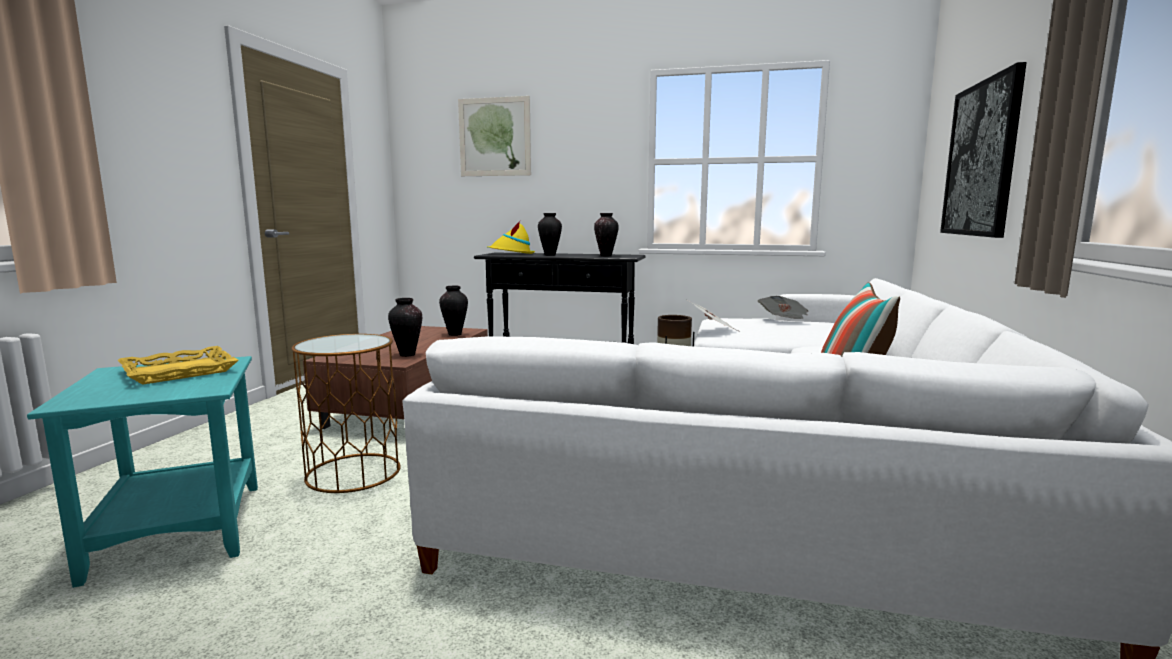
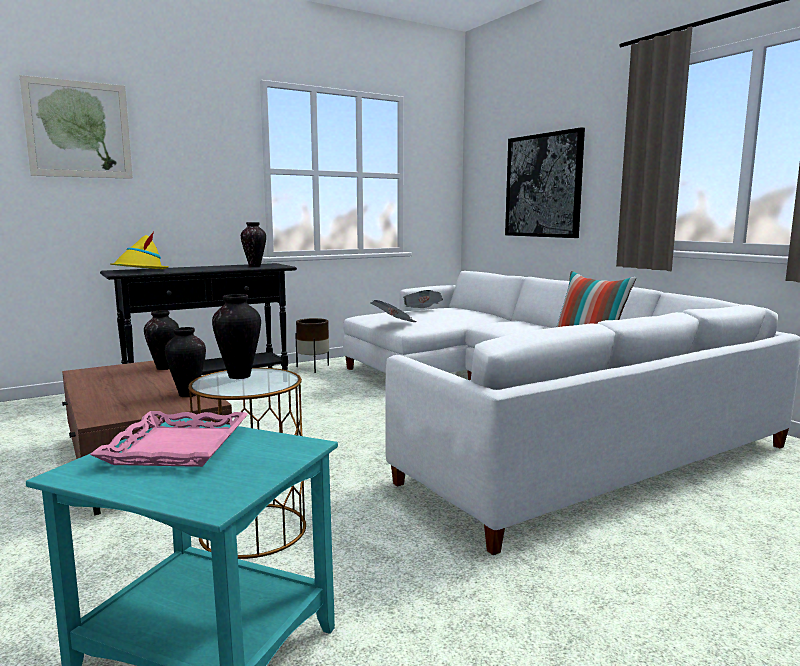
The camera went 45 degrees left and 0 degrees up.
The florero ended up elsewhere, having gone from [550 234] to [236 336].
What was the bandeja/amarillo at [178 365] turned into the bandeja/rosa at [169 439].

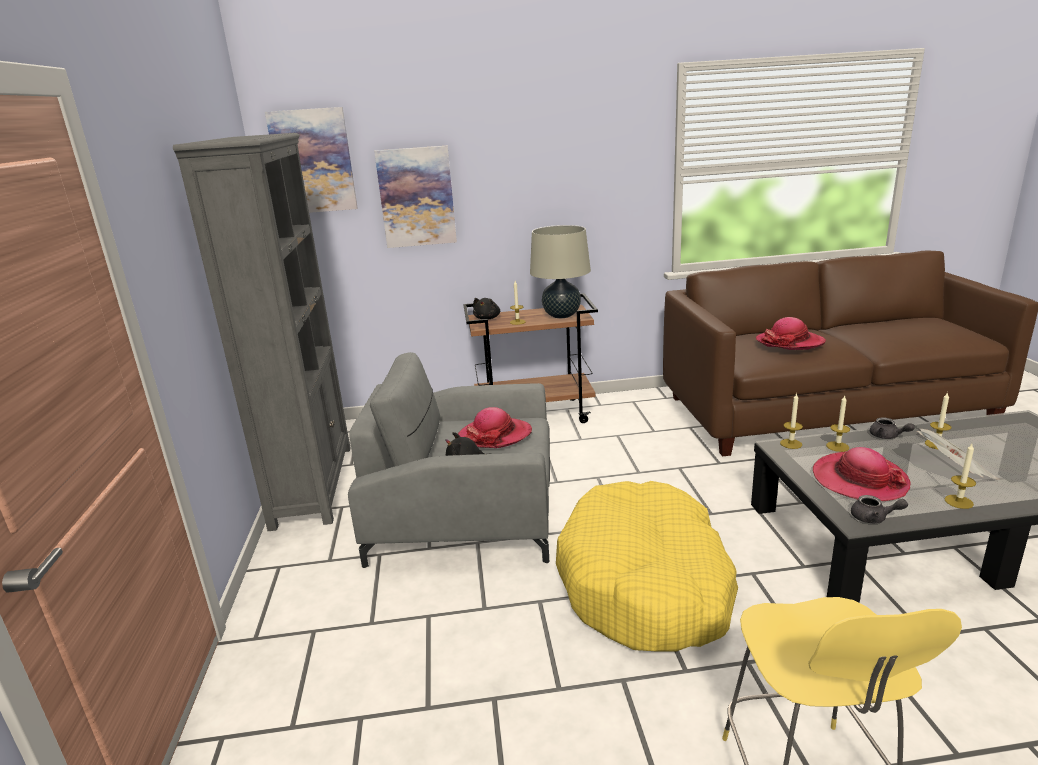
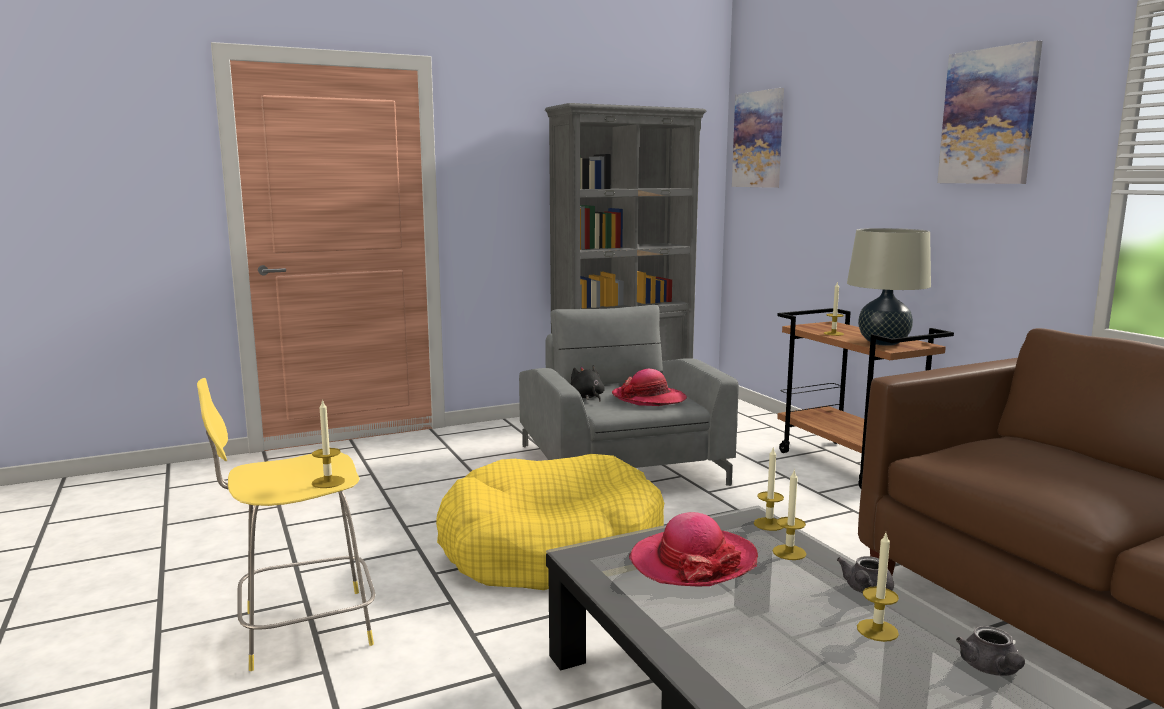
The camera went 70 degrees right and 10 degrees down.
The second view lost the peluche/negro at [486 309].
The second view lost the sombrero at [791 333].
The second view lost the periódico at [958 454].
The cuadro ended up elsewhere, having gone from [415 197] to [989 112].
The tetera/gris ended up elsewhere, having gone from [879 509] to [990 651].
The vela ended up elsewhere, having gone from [960 476] to [328 443].

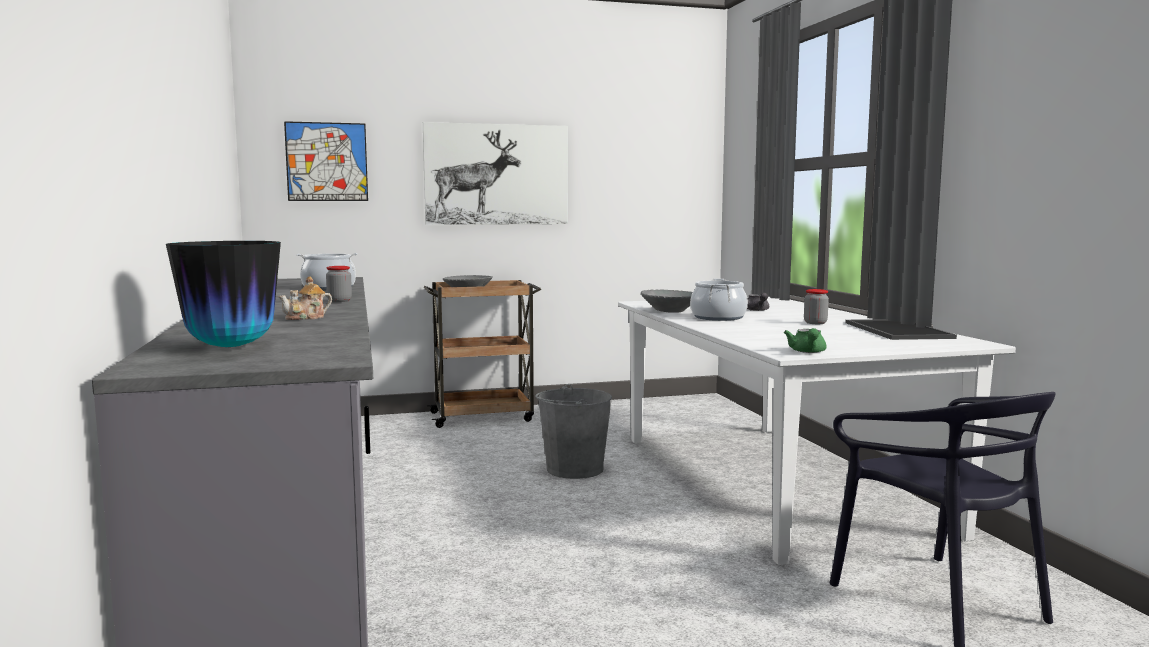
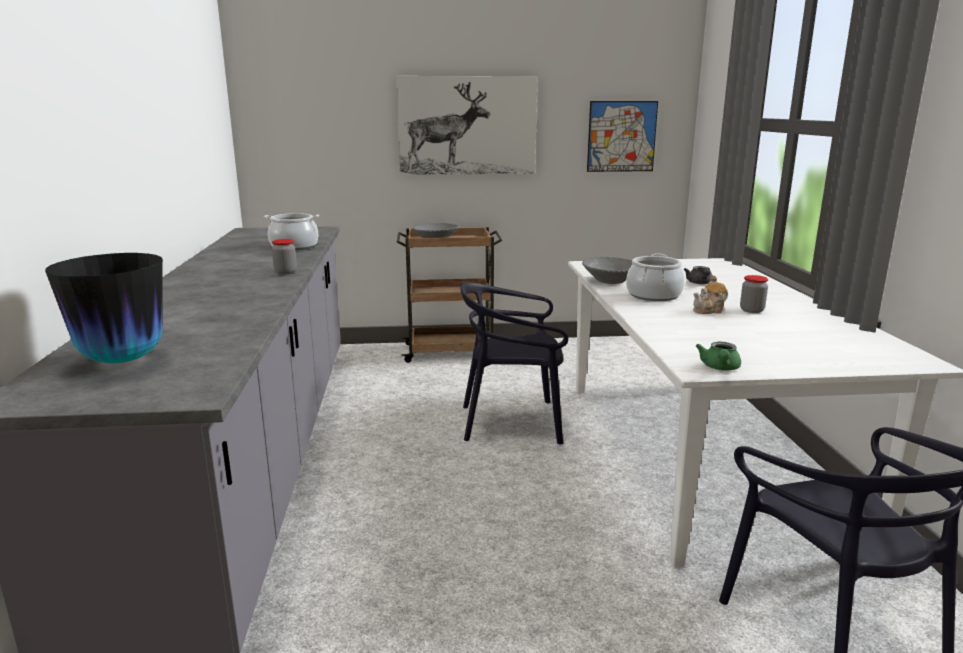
The camera went 10 degrees right and 10 degrees up.
The second view lost the bandeja at [901 329].
The tetera ended up elsewhere, having gone from [305 298] to [710 295].
The cuadro ended up elsewhere, having gone from [326 161] to [622 136].
Where the cubo/gris stood at [574 431], the silla/negro came to stand at [514 363].

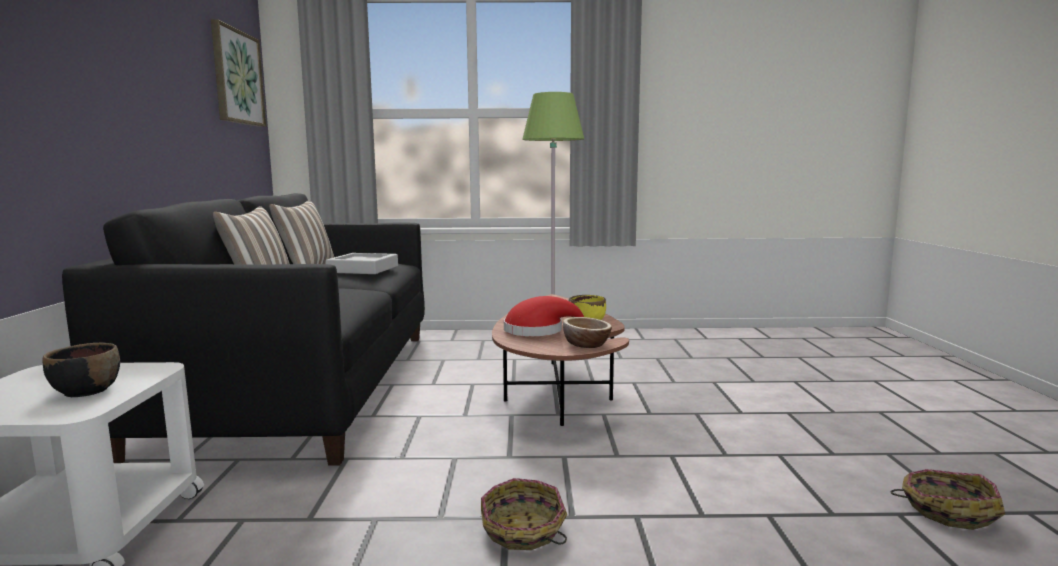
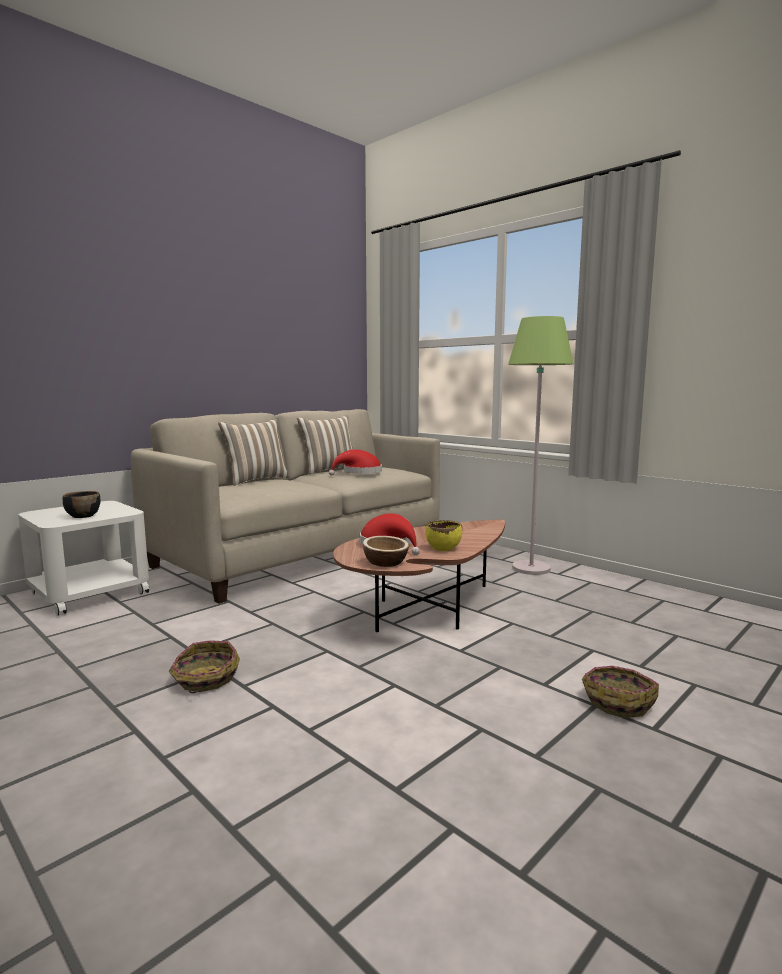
The camera went 45 degrees right and 0 degrees up.
The second view lost the cuadro at [238 73].
The cesta ended up elsewhere, having gone from [948 499] to [620 692].
Where the bandeja/gris stood at [362 263], the sombrero/rojo came to stand at [355 463].
What was the sofá/negro at [243 329] turned into the sofá/beis at [285 506].

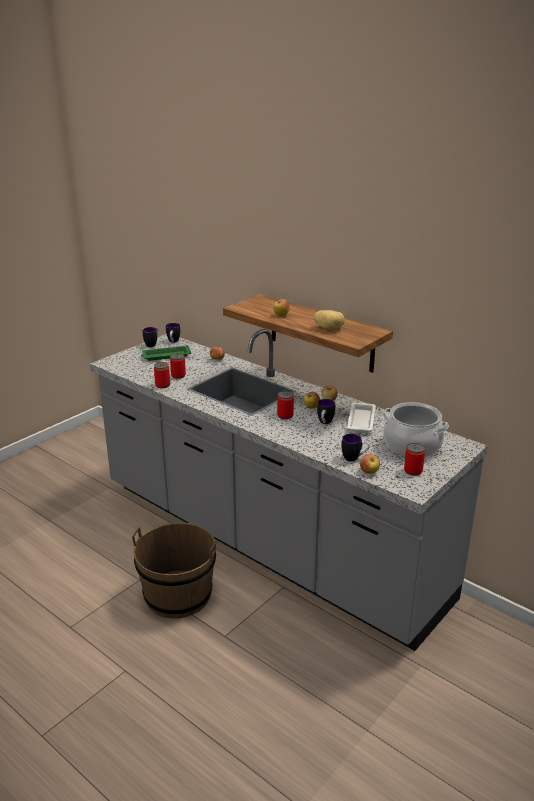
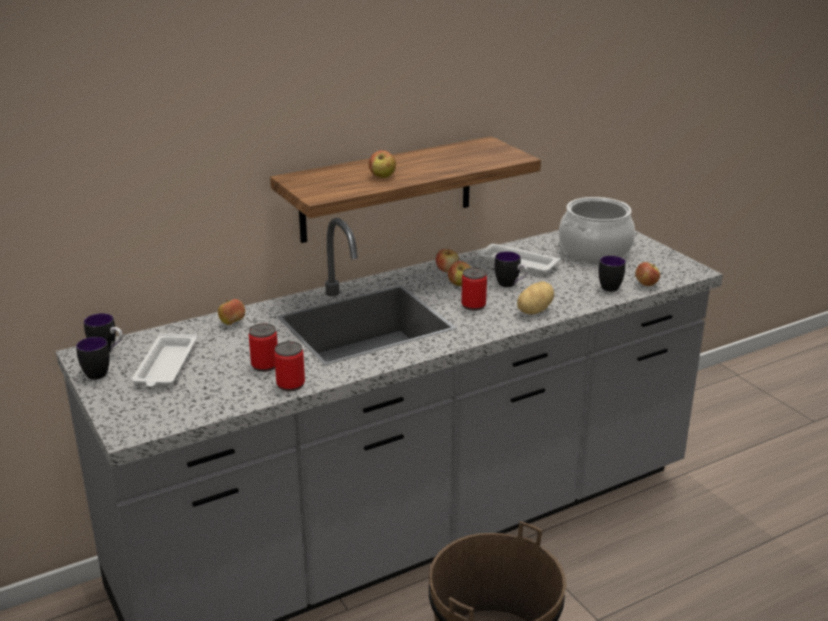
The camera went 70 degrees left and 0 degrees up.
The second view lost the lata at [414 459].
The patata ended up elsewhere, having gone from [329 320] to [535 297].
What was the bandeja/verde at [166 353] turned into the bandeja/blanco at [164 360].

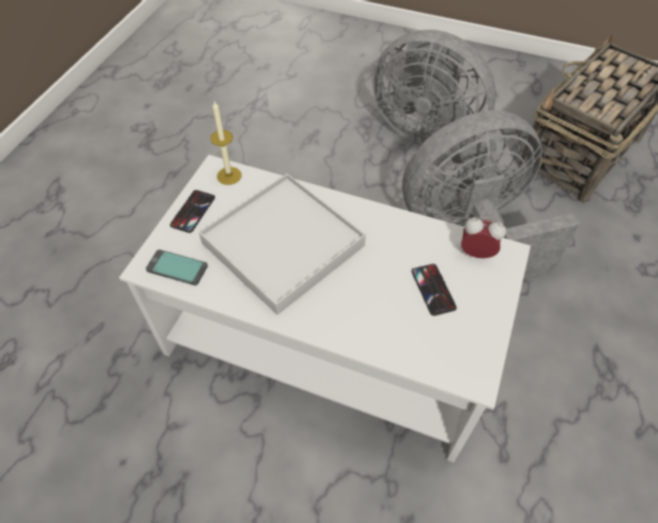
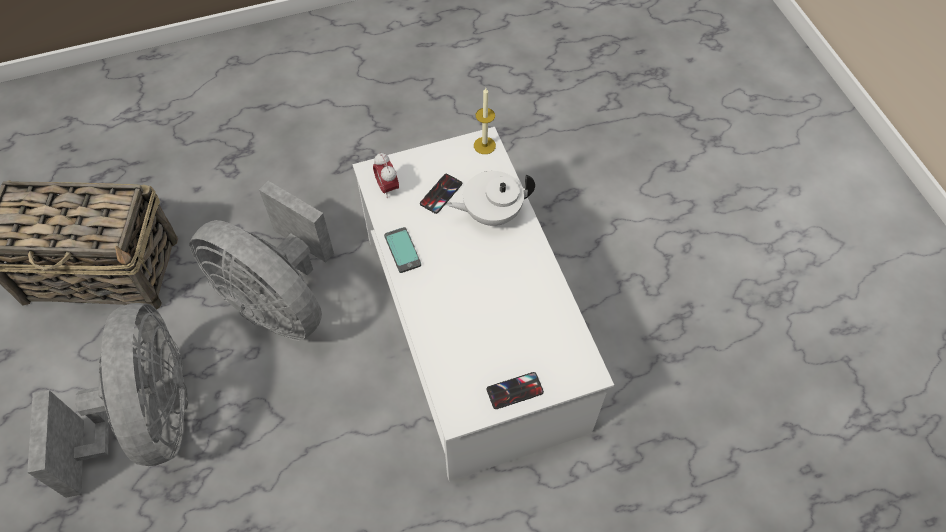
The camera went 130 degrees left and 5 degrees up.
The second view lost the bandeja/blanco at [282 244].
The second view gained the tetera/blanco at [491 198].
The móvil ended up elsewhere, having gone from [177 267] to [402 250].
The vela ended up elsewhere, having gone from [225 143] to [485 121].

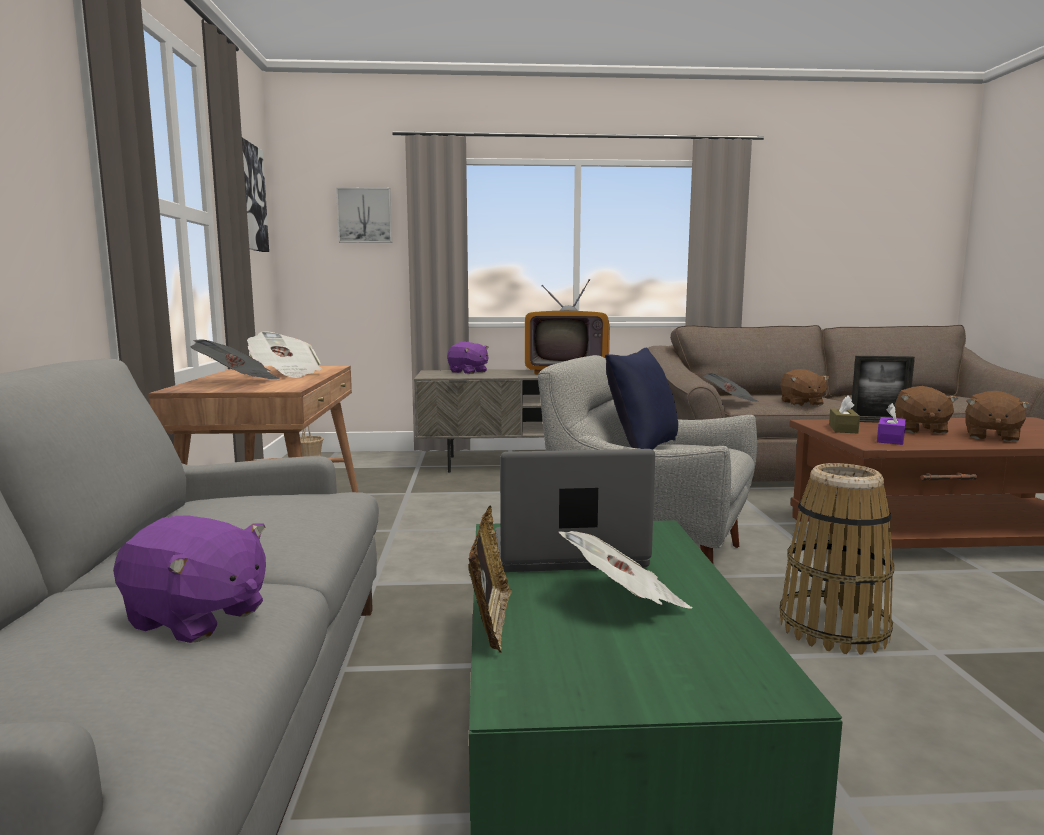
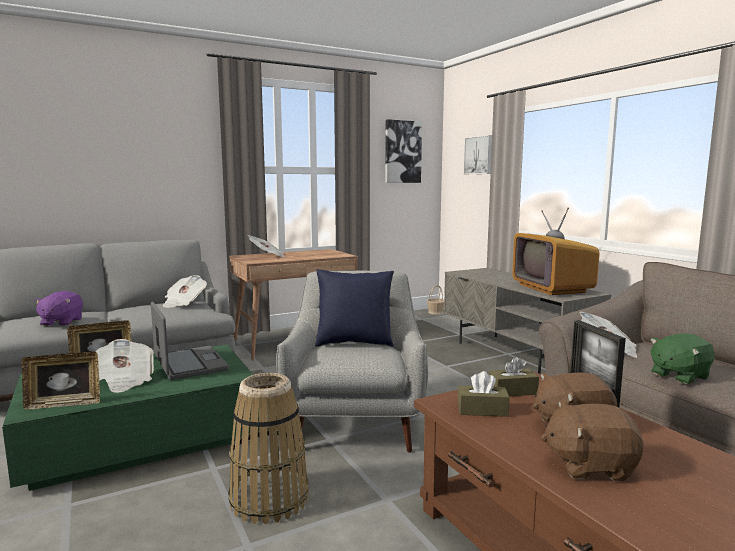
The camera went 65 degrees right and 0 degrees up.
The second view lost the peluche/morado at [468 358].
The second view gained the portarretratos at [60 380].
The periódico ended up elsewhere, having gone from [284 354] to [185 291].
What was the peluche/marrón at [804 387] turned into the peluche/verde at [682 358].
What was the caja de pañuelos/morado at [891 424] turned into the caja de pañuelos/marrón at [484 394].

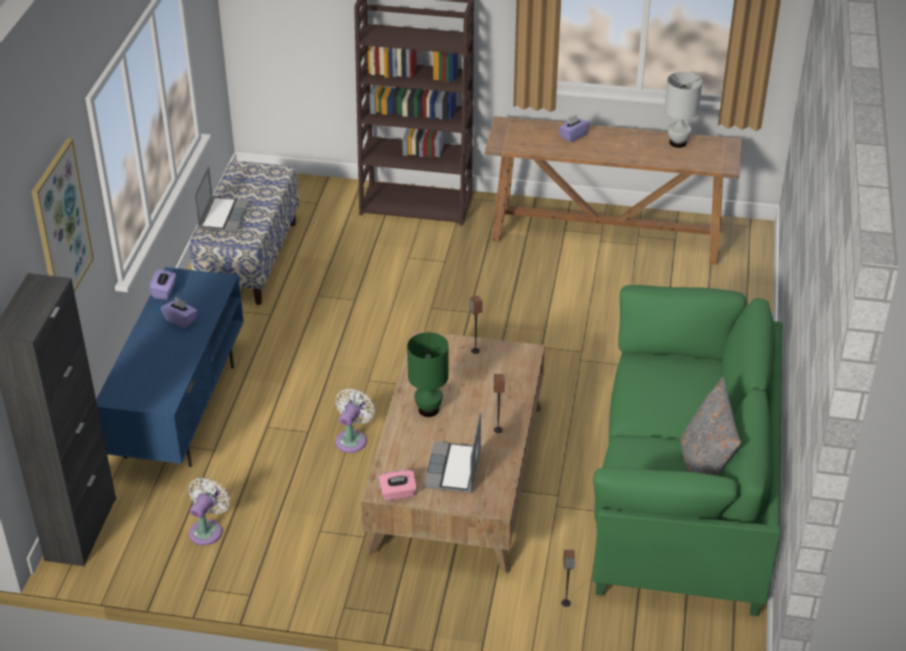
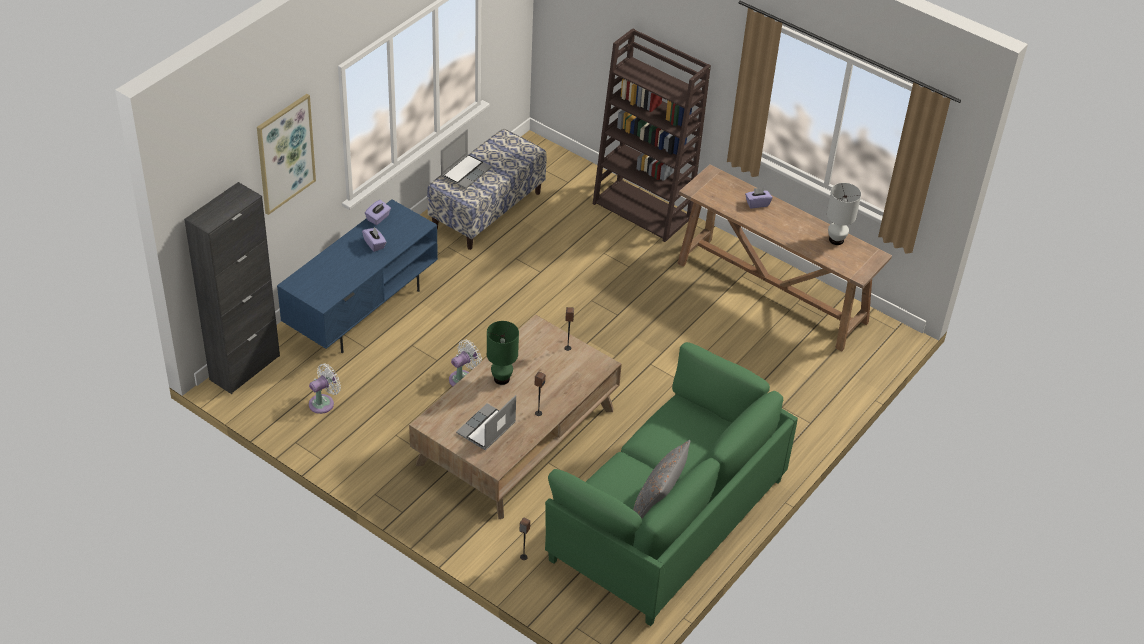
The camera went 25 degrees right and 5 degrees up.
The second view lost the caja de pañuelos/rosa at [397 485].

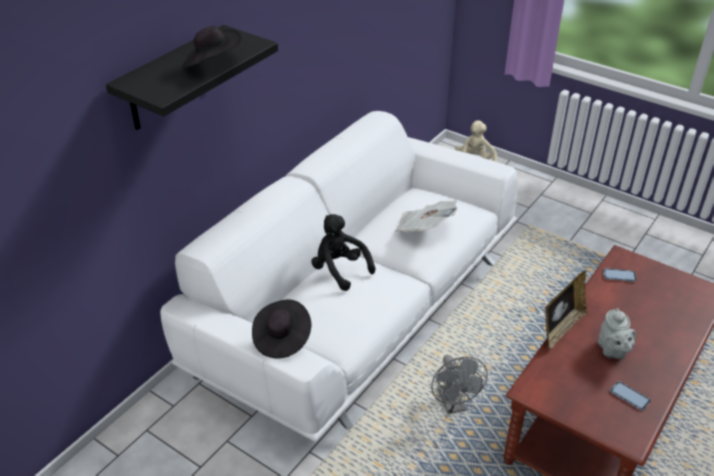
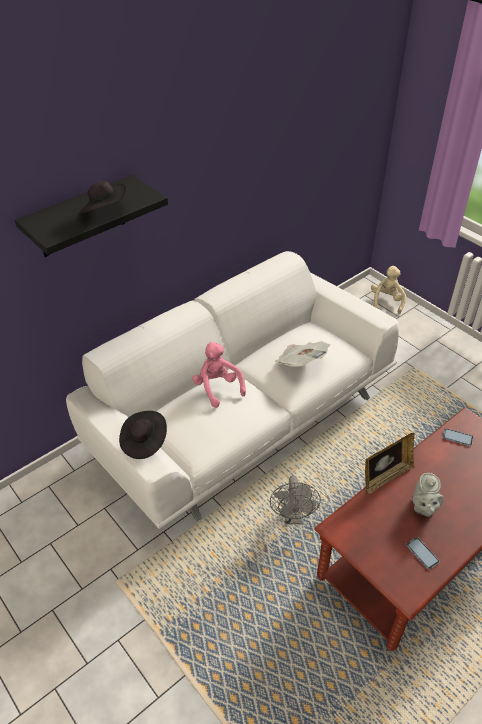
The camera went 15 degrees right and 5 degrees up.
What was the peluche/negro at [343 252] turned into the peluche/rosa at [219 375].

